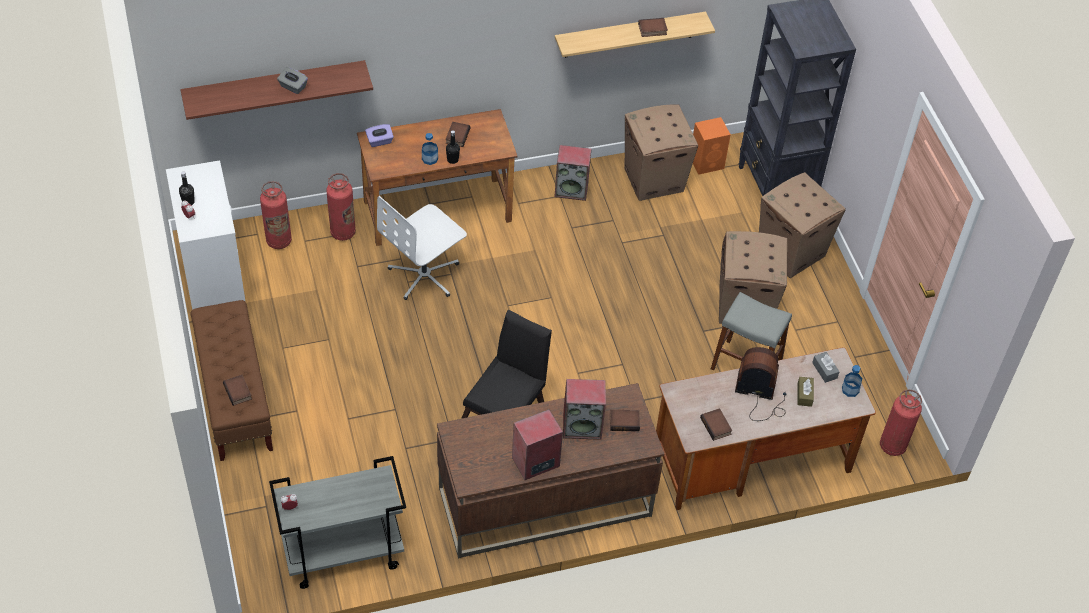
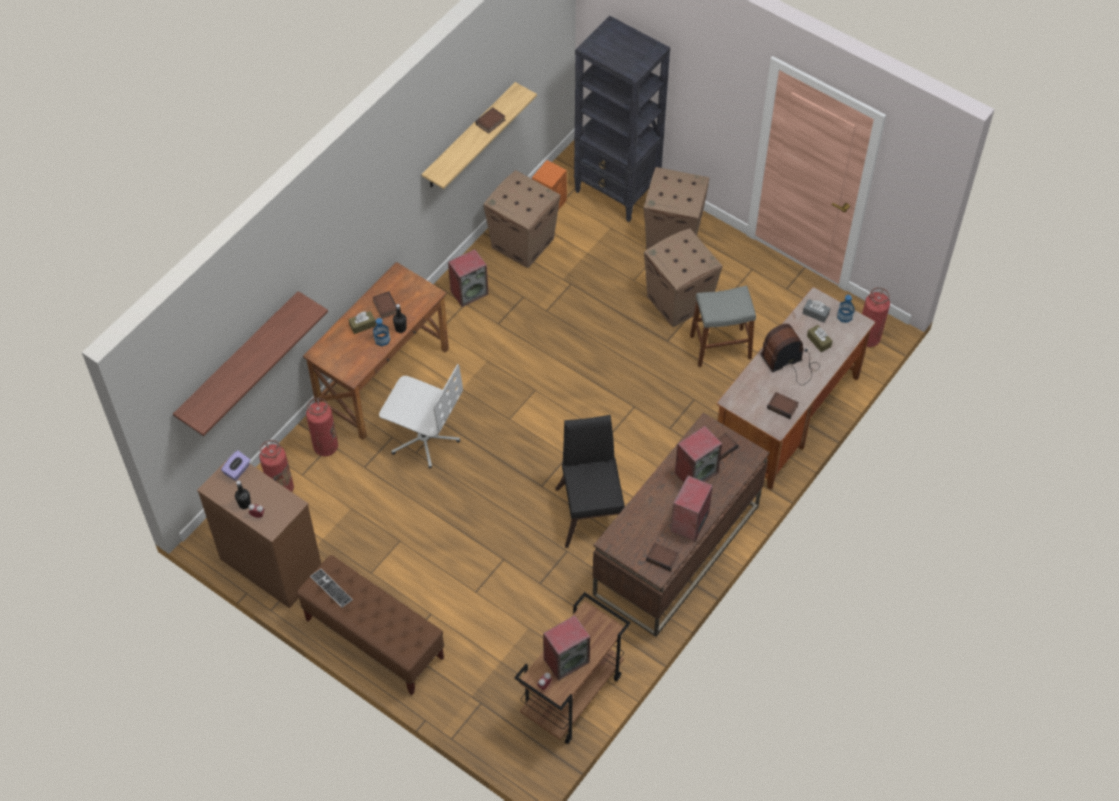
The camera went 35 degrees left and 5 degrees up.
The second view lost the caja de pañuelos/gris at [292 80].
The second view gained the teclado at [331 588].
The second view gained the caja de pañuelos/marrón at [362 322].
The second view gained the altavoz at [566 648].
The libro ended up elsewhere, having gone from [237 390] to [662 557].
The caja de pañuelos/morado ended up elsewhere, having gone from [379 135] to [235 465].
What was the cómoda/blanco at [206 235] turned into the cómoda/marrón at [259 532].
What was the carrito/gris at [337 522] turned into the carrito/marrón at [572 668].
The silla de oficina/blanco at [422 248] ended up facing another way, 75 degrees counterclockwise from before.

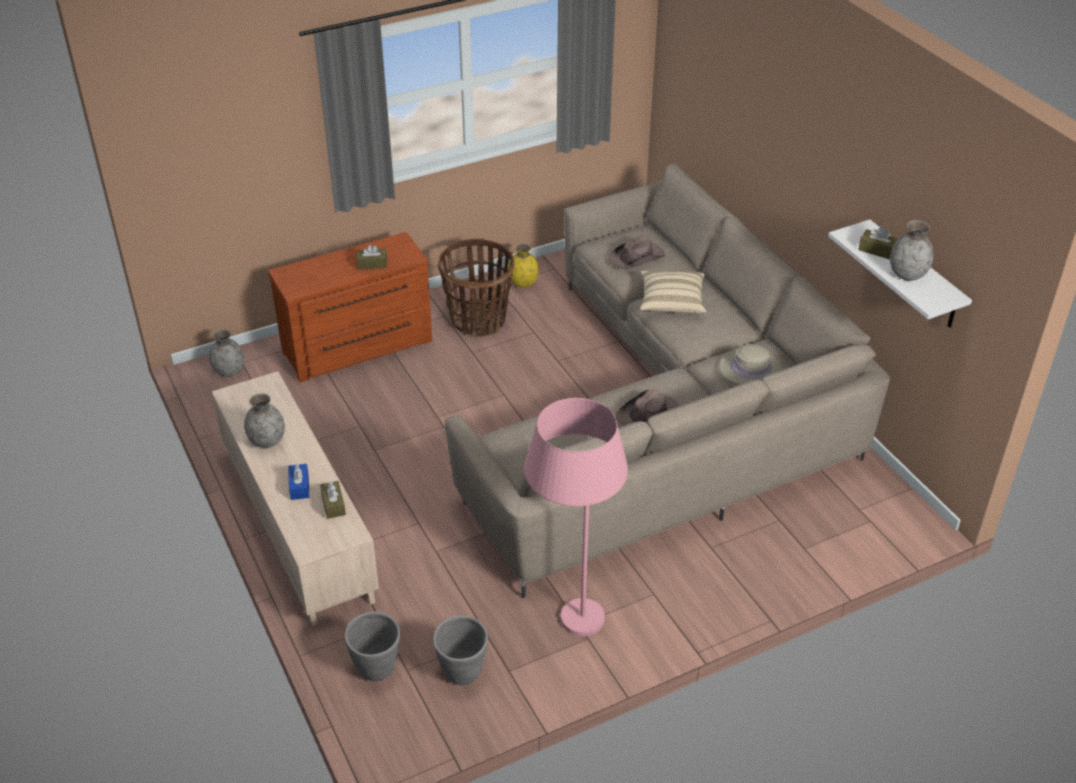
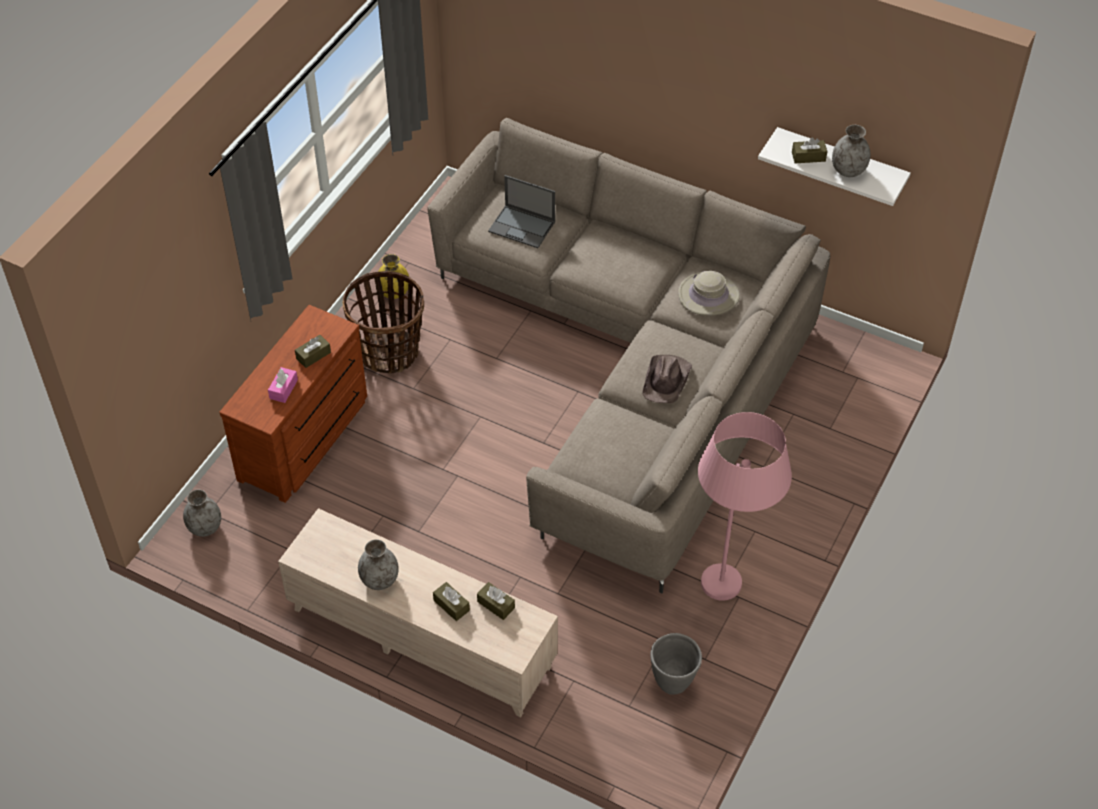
The camera went 35 degrees left and 10 degrees up.
The second view lost the maceta/gris at [372 646].
The second view lost the cojín/beis at [673 292].
The second view gained the caja de pañuelos/rosa at [283 385].
Where the sombrero/marrón stood at [636 252], the portátil came to stand at [521 211].
What was the caja de pañuelos/azul at [298 481] turned into the caja de pañuelos/marrón at [451 601].

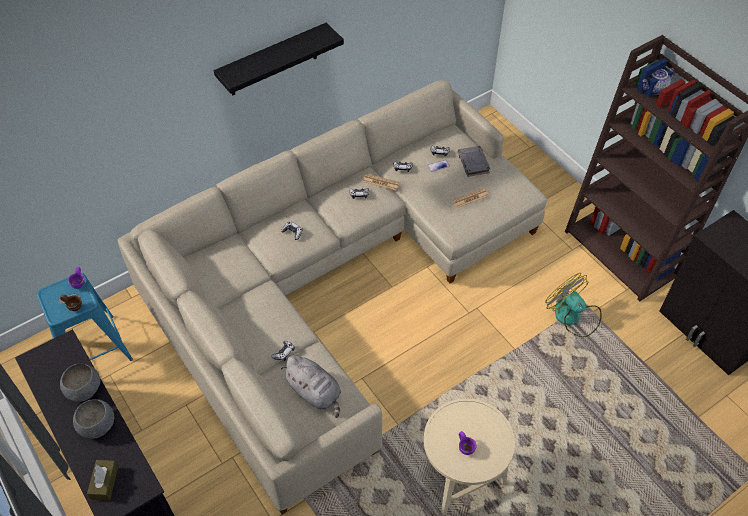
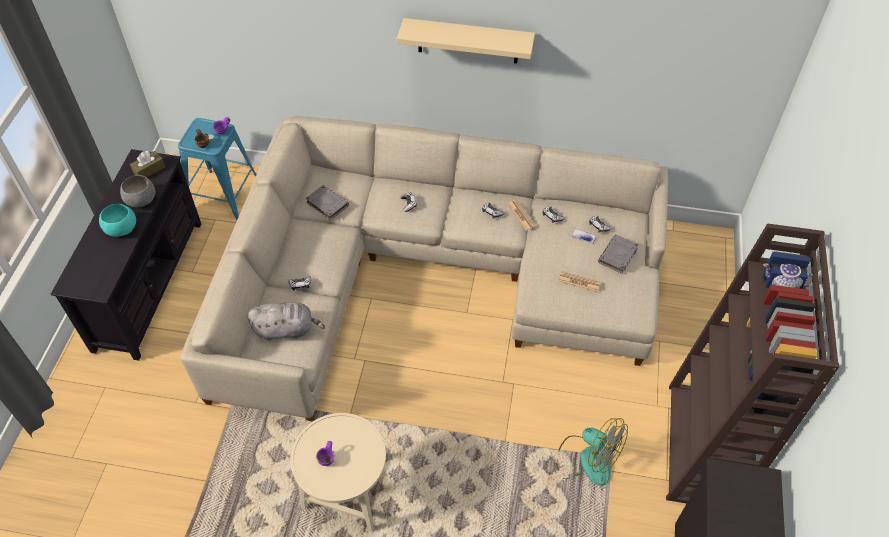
The camera went 45 degrees right and 0 degrees up.
The second view gained the libro/gris at [327 202].
The caja de pañuelos/marrón ended up elsewhere, having gone from [102 480] to [148 164].
What was the cuenco/gris at [93 419] turned into the cuenco/turquesa at [117 220].
What was the estante/negro at [279 59] turned into the estante/beis at [466 40].
The peluche/gris at [311 386] ended up facing another way, 90 degrees counterclockwise from before.
The ventilador at [573 305] ended up facing another way, 120 degrees clockwise from before.

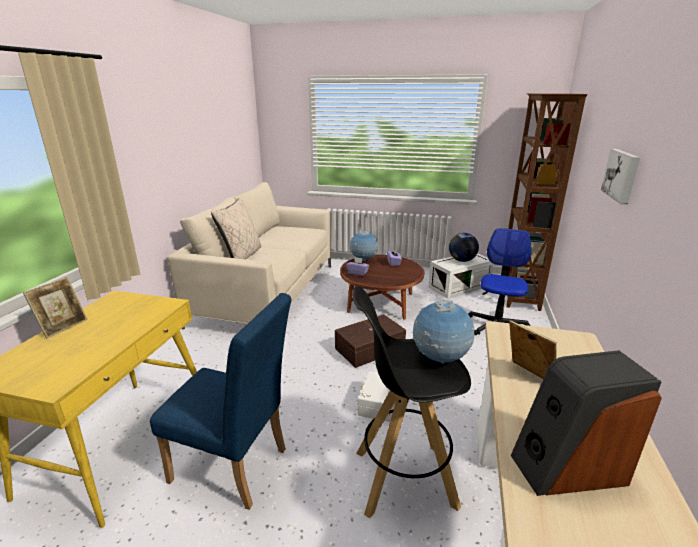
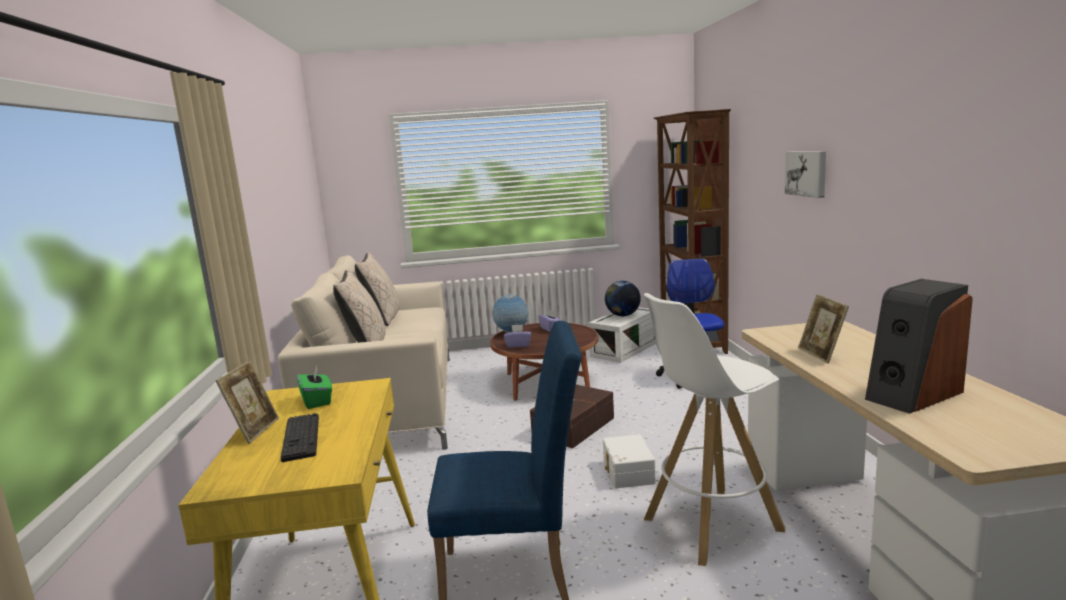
The camera went 20 degrees left and 10 degrees down.
The second view lost the globo terráqueo at [443 332].
The second view gained the teclado at [300 437].
The second view gained the caja de pañuelos/verde at [314 386].
The second view gained the cojín/beis at [377 289].
What was the taburete/negro at [412 402] turned into the taburete/blanco at [714 429].
The portarretratos at [533 349] ended up facing another way, 135 degrees counterclockwise from before.

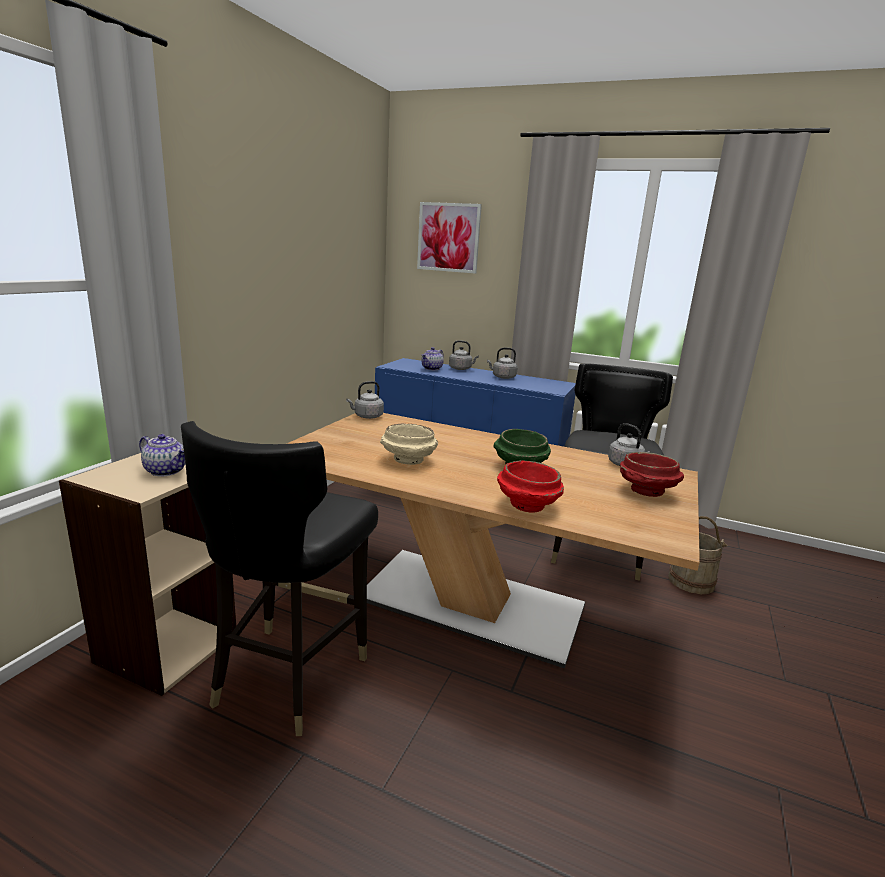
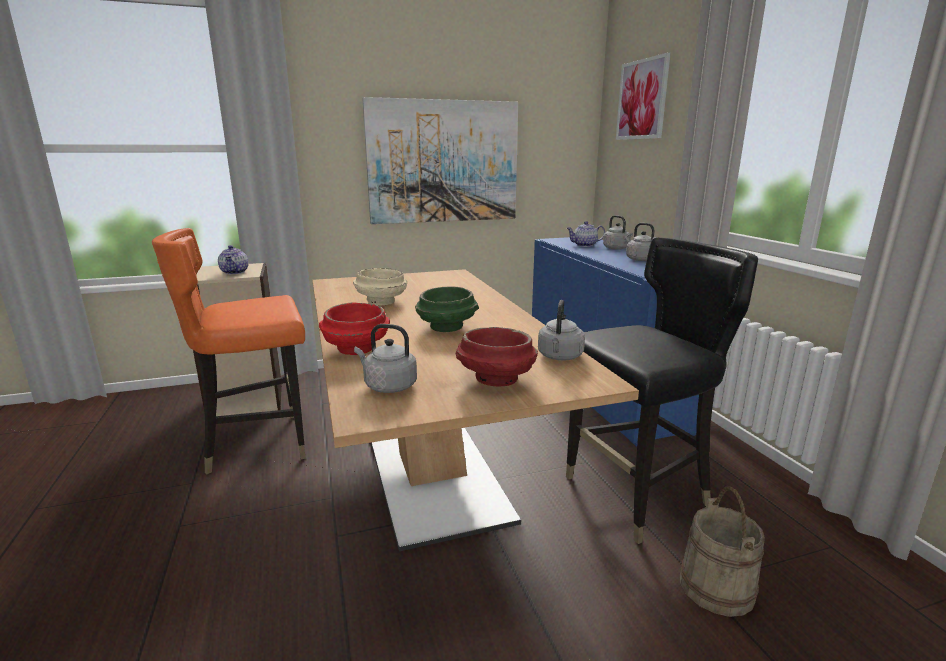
The camera went 50 degrees right and 0 degrees up.
The second view gained the cuadro at [440 160].
The hervidor/gris ended up elsewhere, having gone from [365 400] to [385 358].
What was the silla/negro at [279 578] turned into the silla/naranja at [229 351].

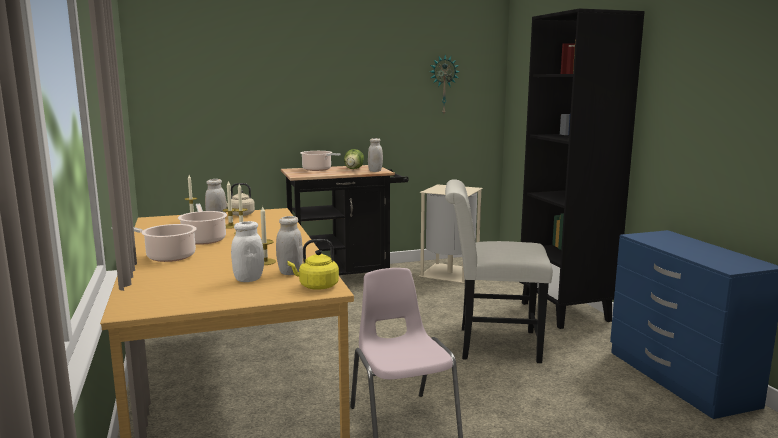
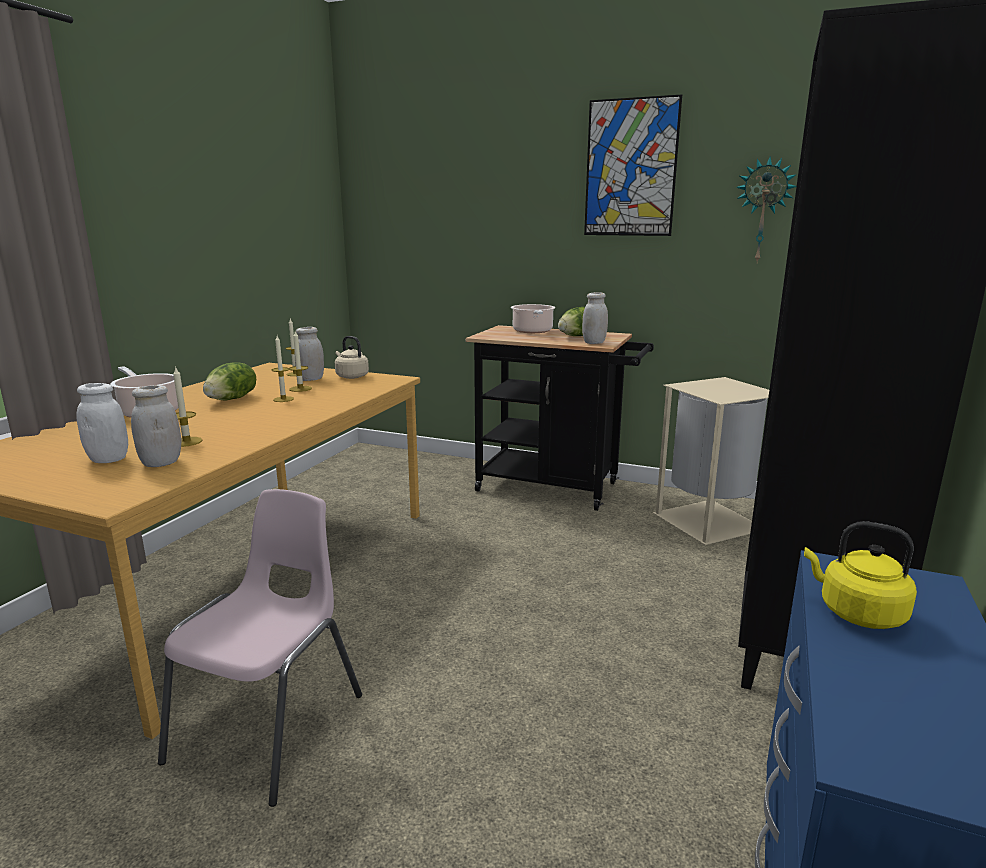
The camera went 40 degrees right and 5 degrees up.
The second view lost the silla/blanco at [499 271].
The second view gained the cuadro at [633 165].
The hervidor/amarillo ended up elsewhere, having gone from [313 264] to [860 575].
Where the olla stood at [202 224], the lechuga came to stand at [229 381].

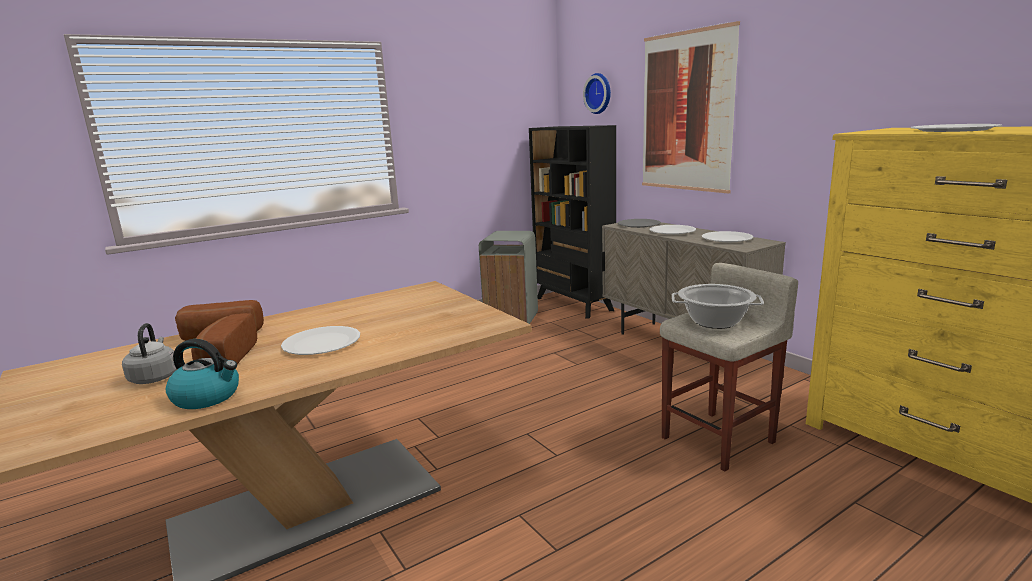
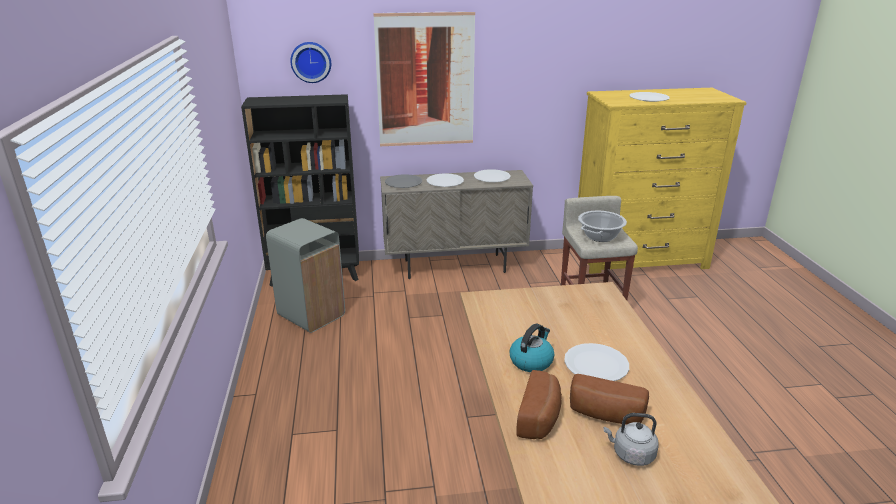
The camera went 65 degrees left and 10 degrees up.
The hervidor ended up elsewhere, having gone from [202 374] to [531 348].

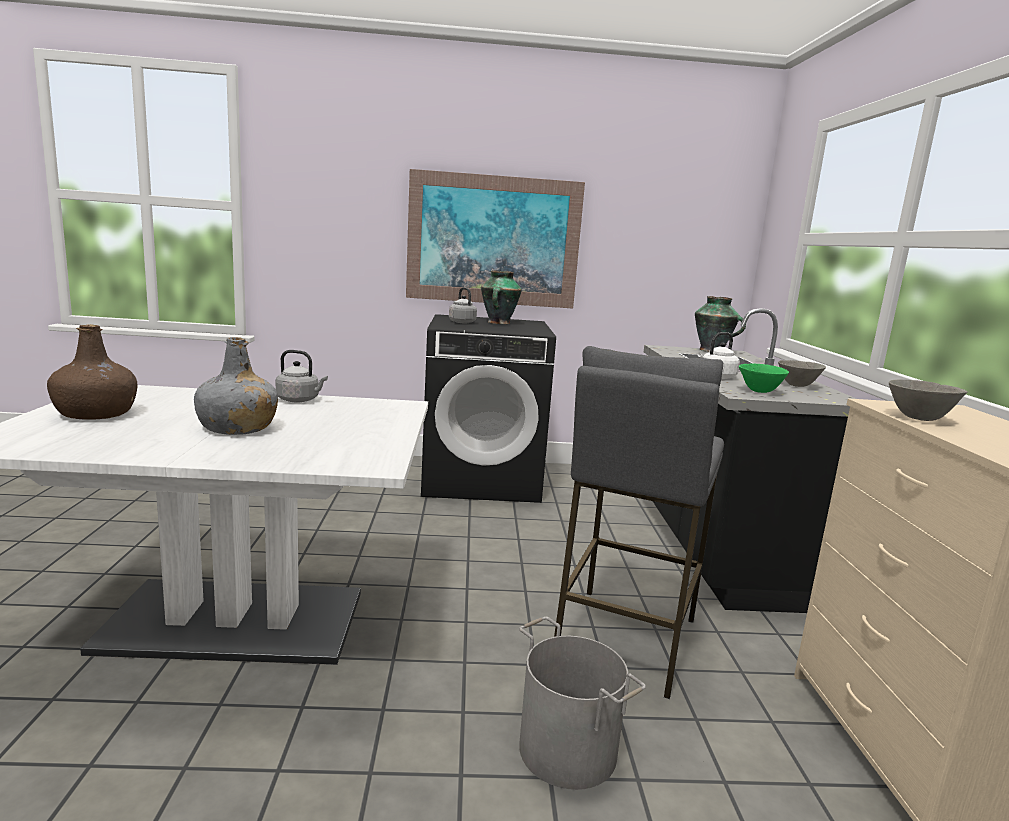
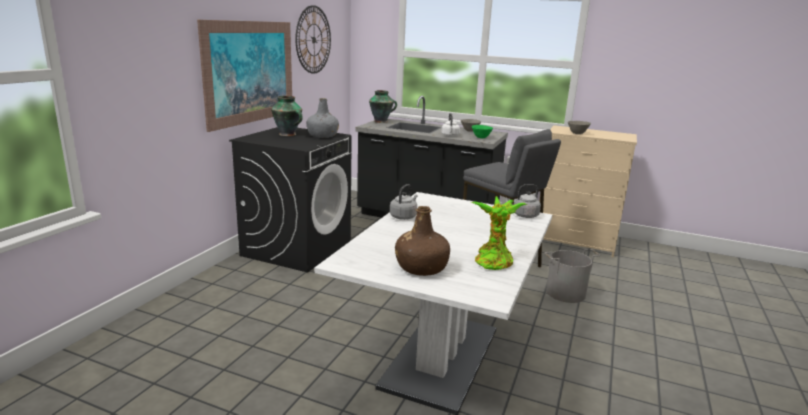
The camera went 65 degrees left and 5 degrees up.
The second view gained the reloj de pared at [313 39].
The second view gained the planta en maceta at [498 233].
The botella/gris ended up elsewhere, having gone from [236 386] to [323 118].
The hervidor/gris ended up elsewhere, having gone from [463 305] to [524 201].

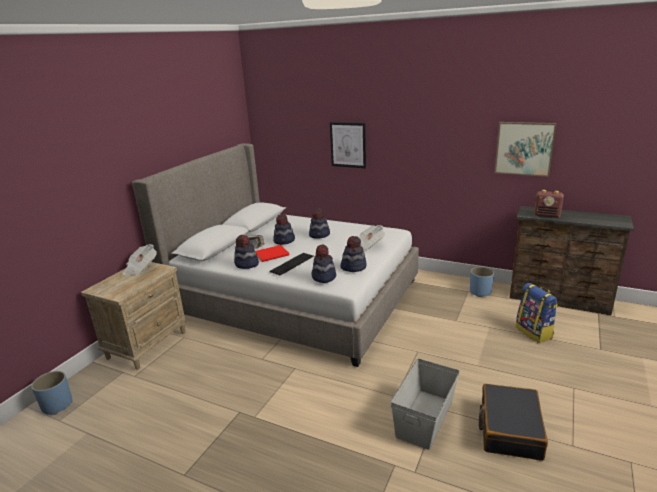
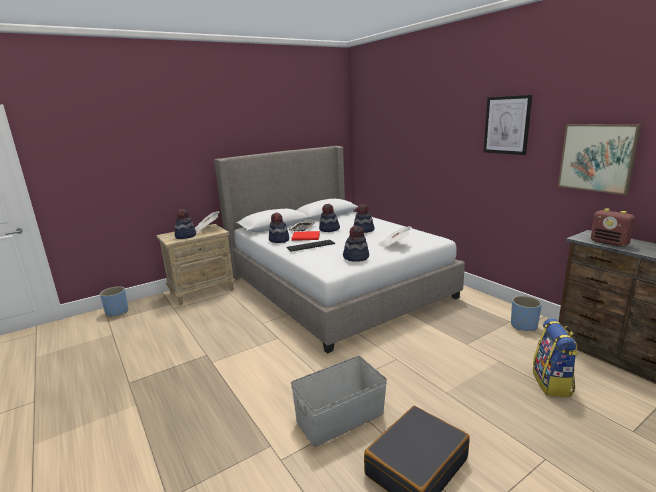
The camera went 30 degrees right and 5 degrees down.
The sombrero ended up elsewhere, having gone from [324 264] to [185 224].
The cuadro ended up elsewhere, having gone from [348 145] to [508 125].

